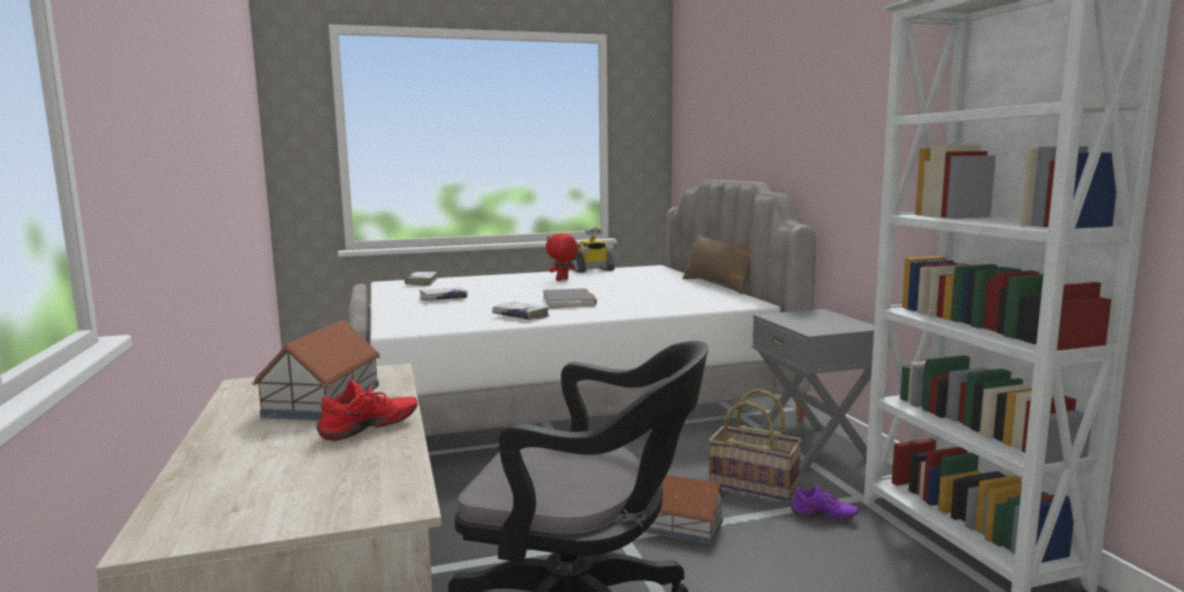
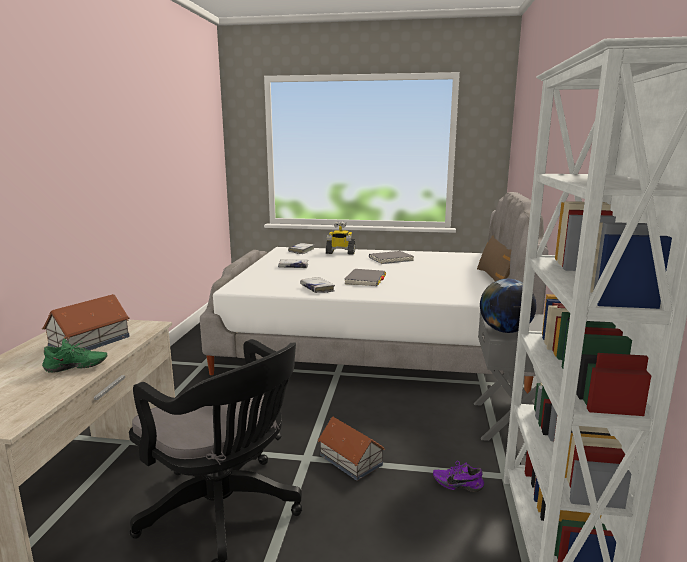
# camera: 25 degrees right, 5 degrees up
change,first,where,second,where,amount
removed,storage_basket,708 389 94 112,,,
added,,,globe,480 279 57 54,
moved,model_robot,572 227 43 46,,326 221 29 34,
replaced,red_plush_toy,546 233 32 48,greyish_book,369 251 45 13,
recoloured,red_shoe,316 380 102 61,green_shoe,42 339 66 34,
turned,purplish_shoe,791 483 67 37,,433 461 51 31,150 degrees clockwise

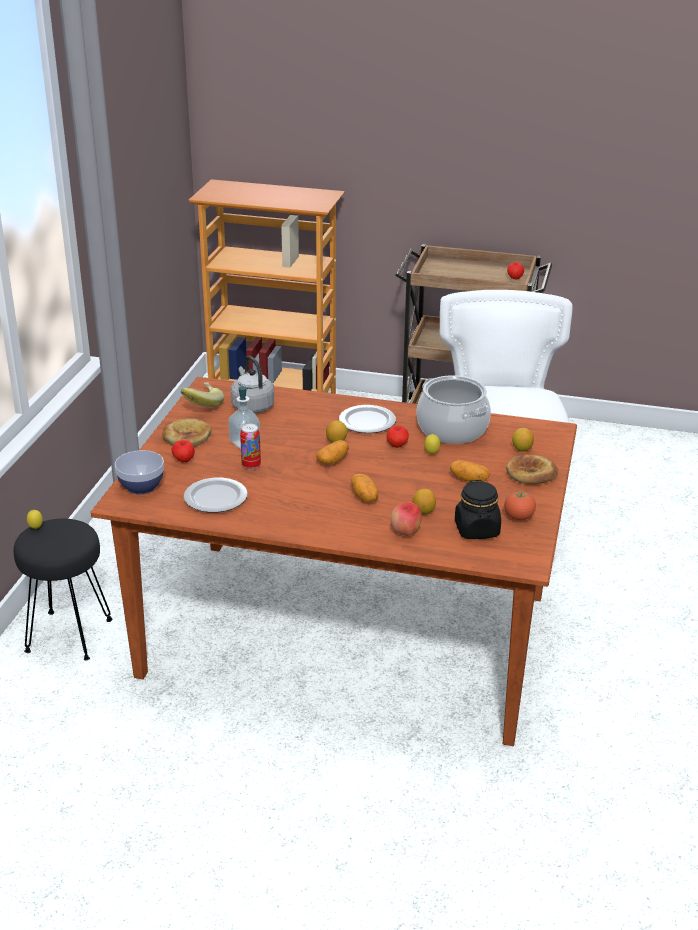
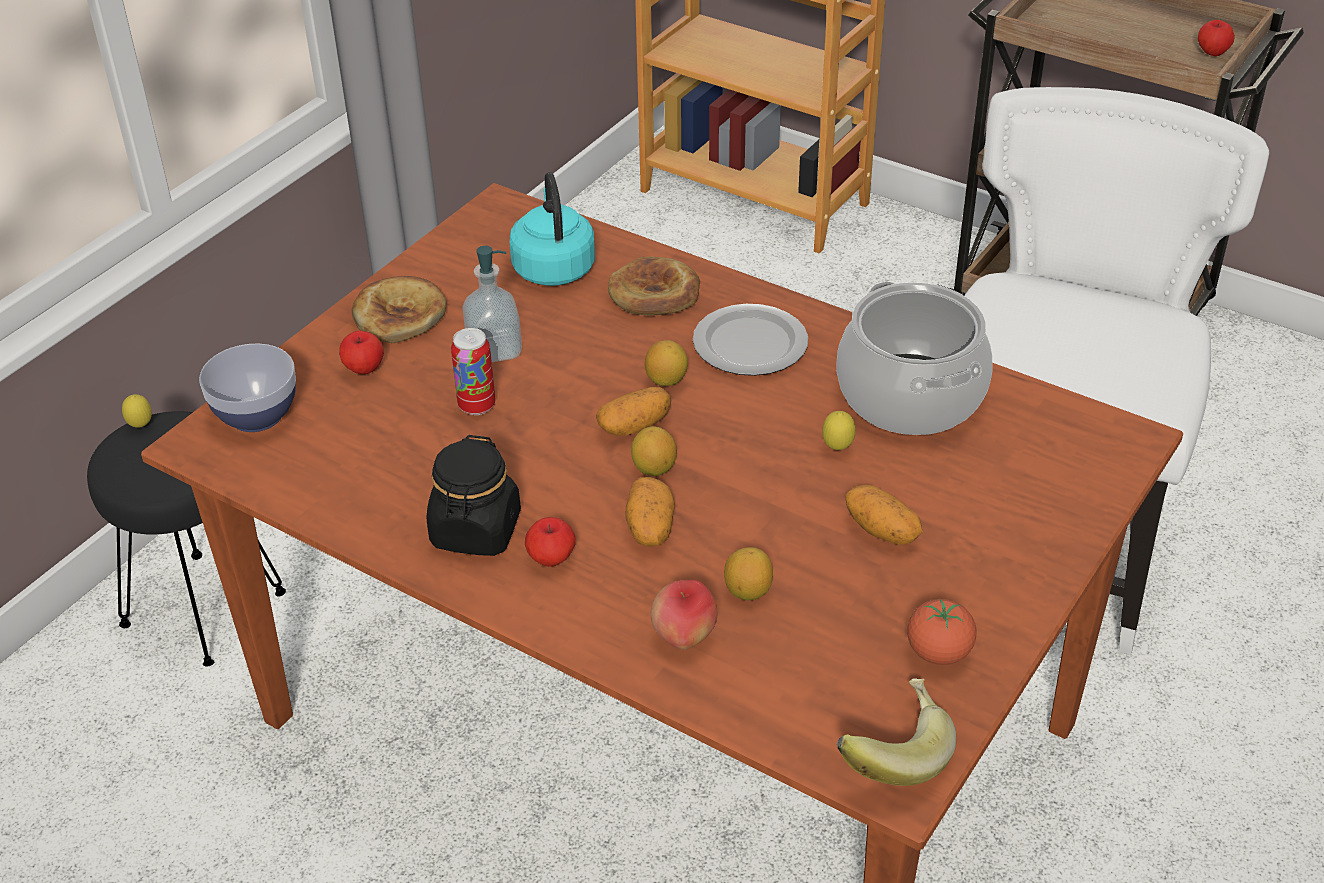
# camera: 20 degrees right, 10 degrees up
change,first,where,second,where,amount
removed,dinner_plate,184 478 64 35,,,
moved,banana,181 382 43 25,,837 678 119 108,
moved,whole_apple,387 425 22 23,,525 517 51 50,
moved,black-coloured_preserve_jar,455 480 46 59,,427 435 94 121,
moved,bread,506 455 52 30,,608 256 92 59,
moved,lemon,512 428 22 23,,631 426 46 50,
recoloured,greyish_kettle,231 356 43 57,turquoise_kettle,509 172 86 114,

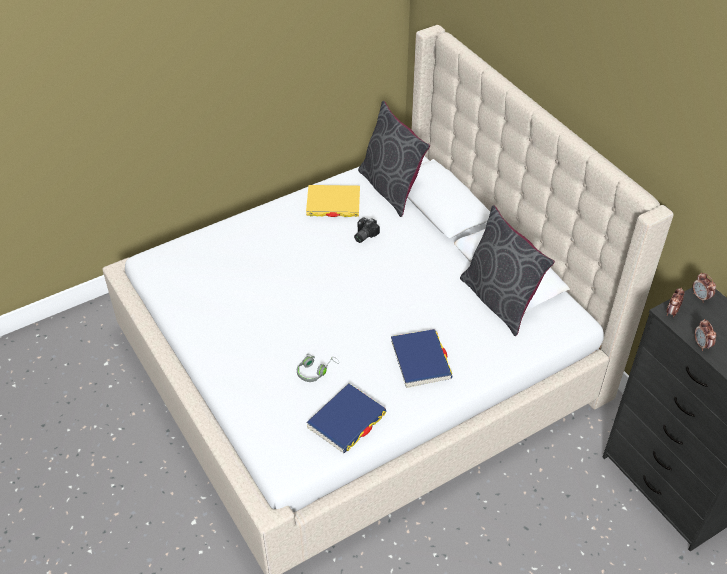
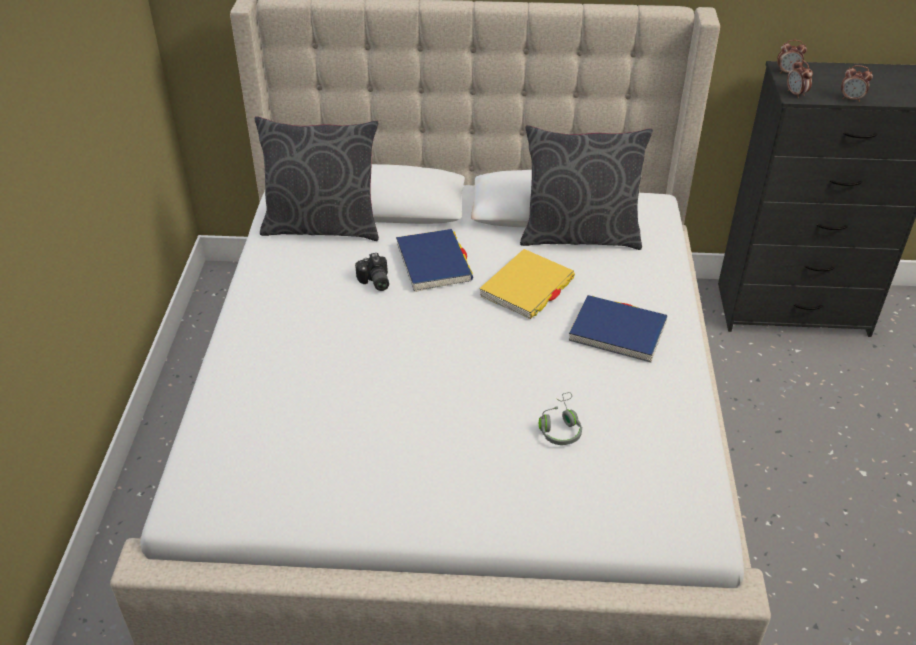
# camera: 55 degrees left, 5 degrees down
change,first,where,second,where,amount
moved,yellow-coloured_book,306 185 54 32,,479 249 96 70,
moved,blue_book,306 383 80 70,,396 229 77 63,

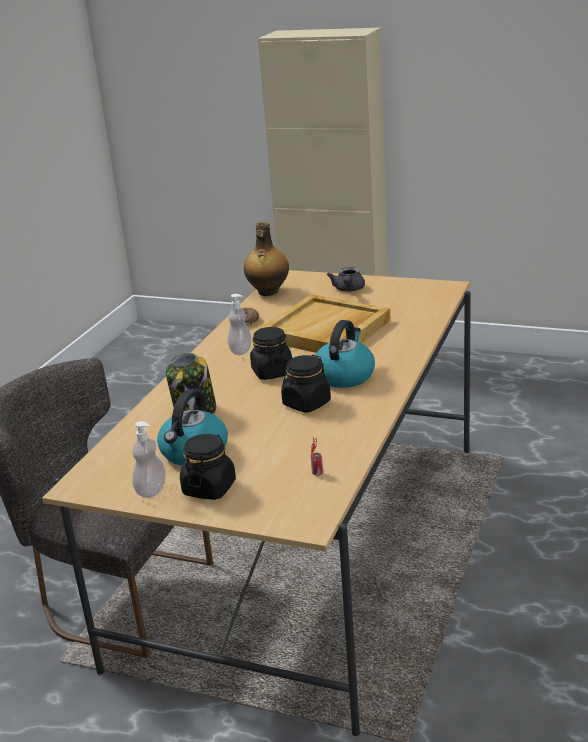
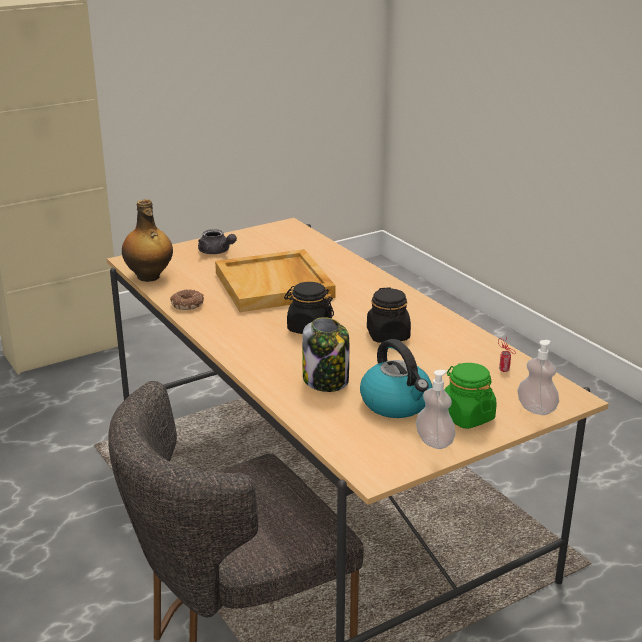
# camera: 55 degrees left, 0 degrees up
change,first,where,second,where,amount
removed,kettle,314 320 61 68,,,
moved,soap_bottle,228 294 24 61,,518 340 41 75,
recoloured,black-coloured_preserve_jar,180 434 56 66,green_preserve_jar,444 363 53 66,

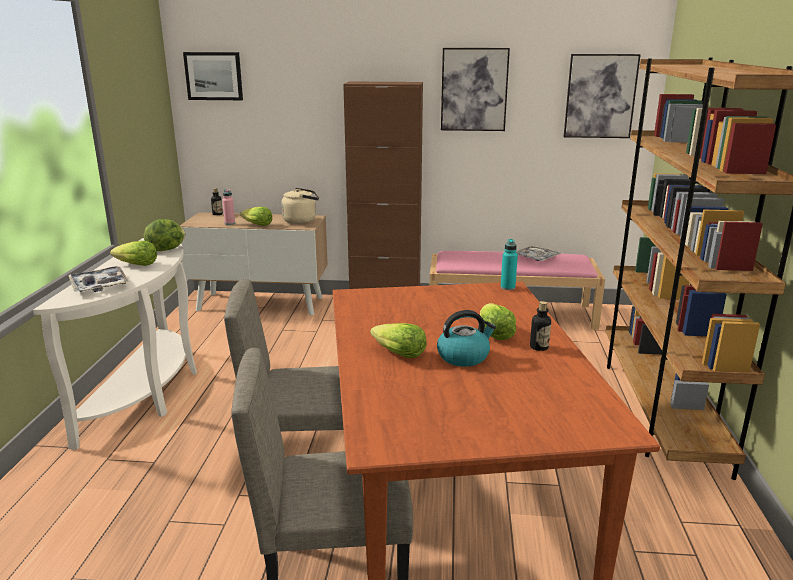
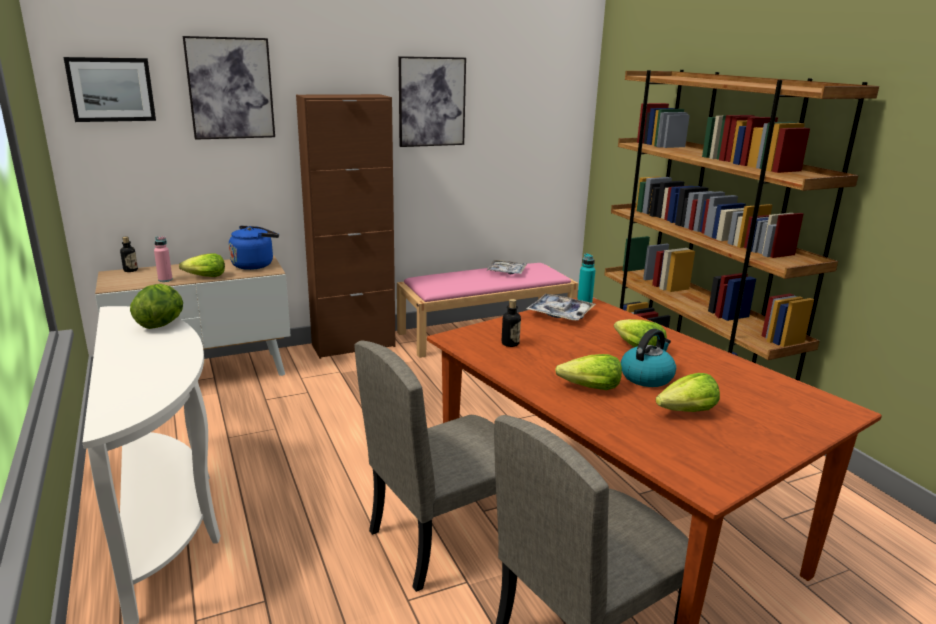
# camera: 30 degrees left, 0 degrees up
change,first,where,second,where,amount
moved,serving_tray,68 266 61 26,,526 294 70 27,
moved,head_of_lettuce,110 241 47 25,,656 373 64 39,
moved,beverage_bottle,530 301 21 50,,502 299 19 48,
moved,wall_picture,564 54 77 84,,183 36 92 104,
recoloured,beige-coloured_kettle,281 188 38 36,blue_kettle,229 226 50 44,

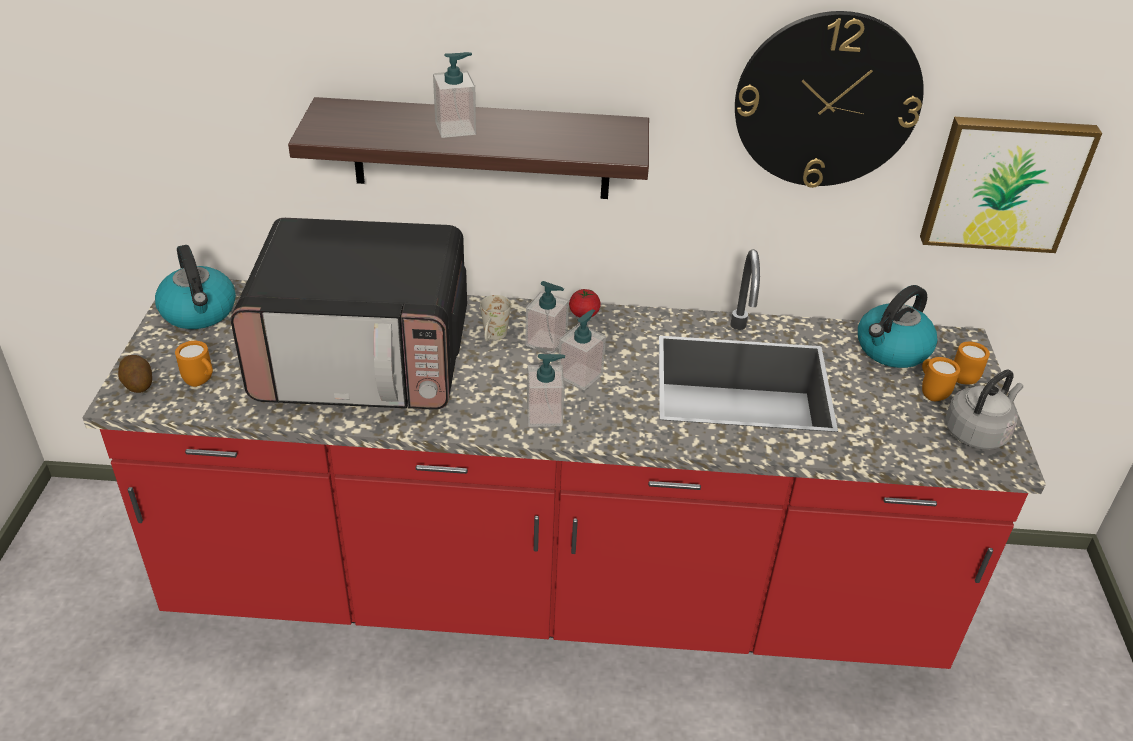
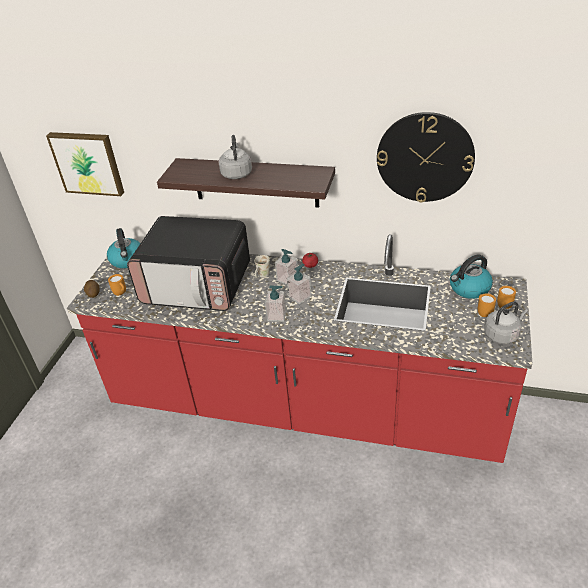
# camera: 15 degrees right, 0 degrees up
change,first,where,second,where,amount
moved,wall_picture,920 117 182 136,,46 132 78 64,
replaced,soap_bottle,433 52 43 86,greyish_kettle,219 135 33 44,

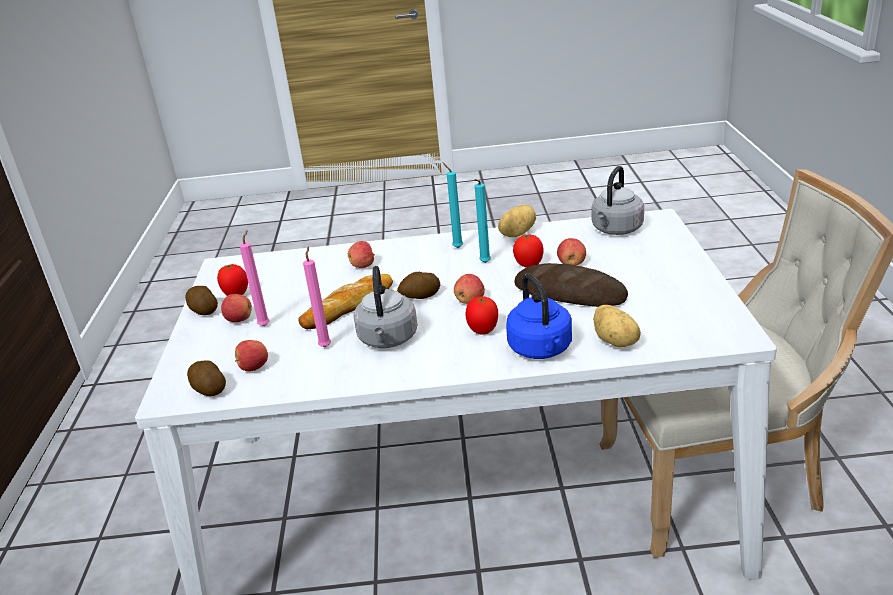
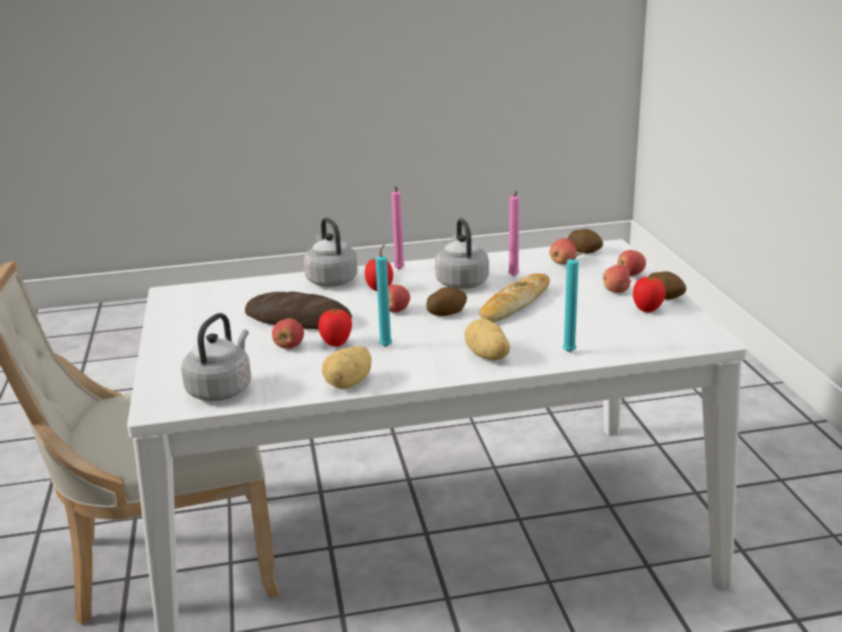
# camera: 170 degrees right, 5 degrees down
change,first,where,second,where,amount
moved,pink-coloured_wax_light,240 230 30 96,,391 187 14 83,
moved,whole_apple,348 241 27 27,,617 250 29 26,
moved,turquoise_wax_light,443 163 20 85,,563 252 21 100,
moved,spud,593 305 48 42,,465 319 45 42,
recoloured,blue_kettle,506 273 66 86,greyish_kettle,304 217 54 70,

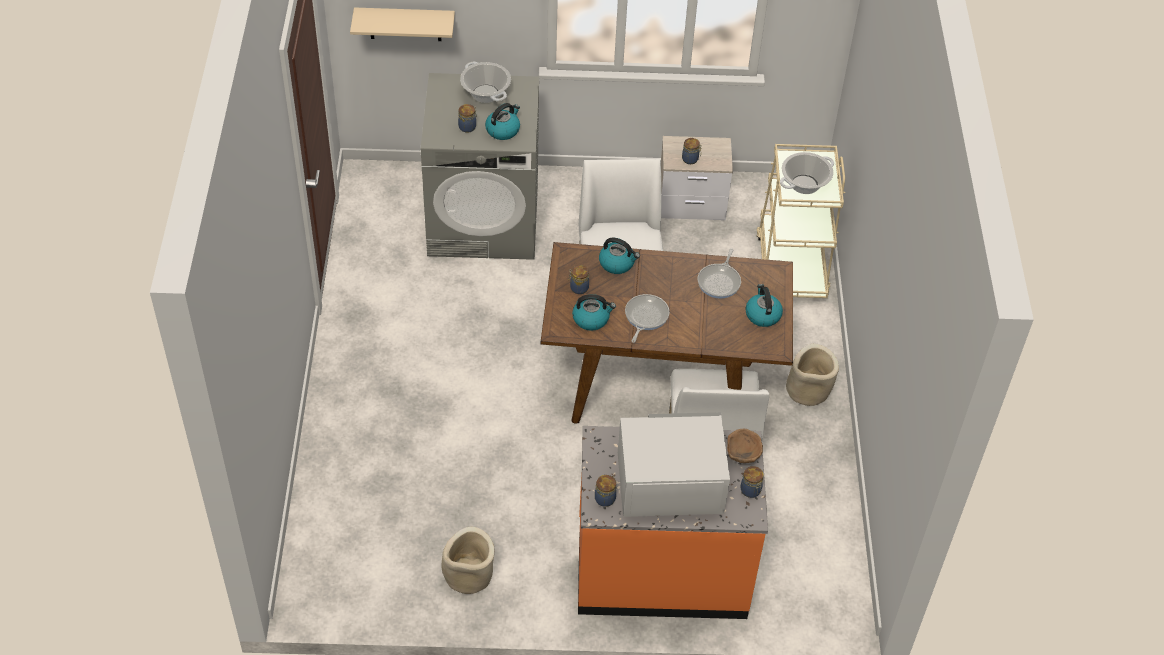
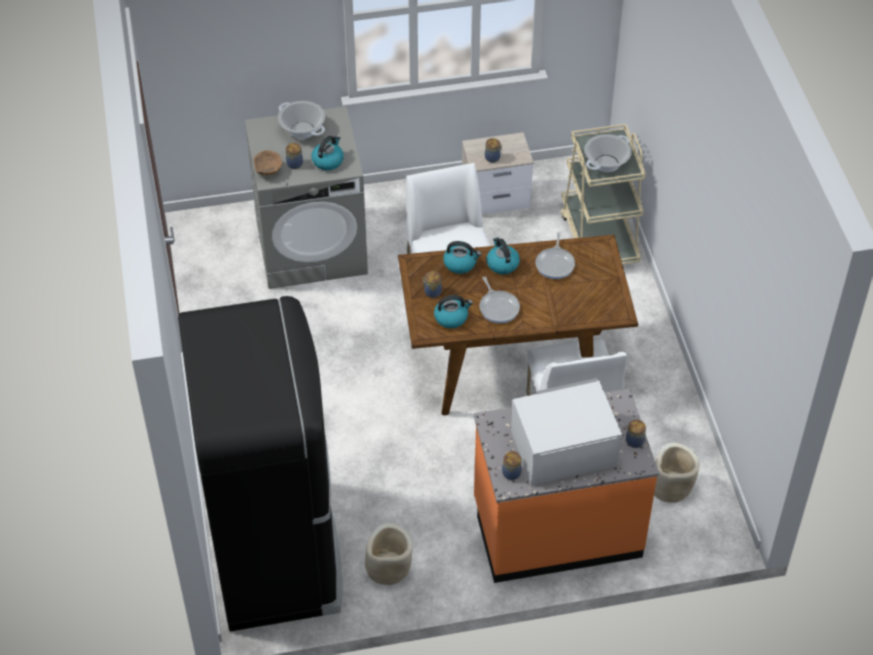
# camera: 10 degrees left, 0 degrees up
change,first,where,second,where,amount
removed,beige-coloured_wall_shelf,350 7 105 34,,,
added,,,black-coloured_fridge,178 296 165 335,
moved,brown_deep_dish,727 429 36 34,,254 150 28 26,
moved,kettle,746 284 37 43,,487 237 33 37,
moved,beige-coloured_flower_pot,786 344 53 62,,654 443 46 60,
turned,skillet,625 294 44 49,,479 276 41 47,150 degrees clockwise

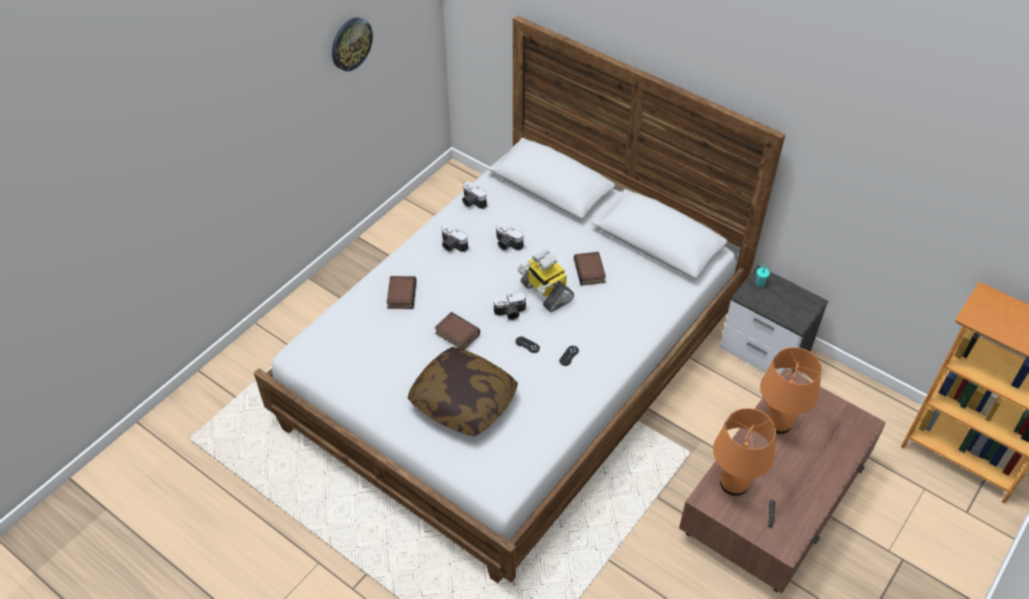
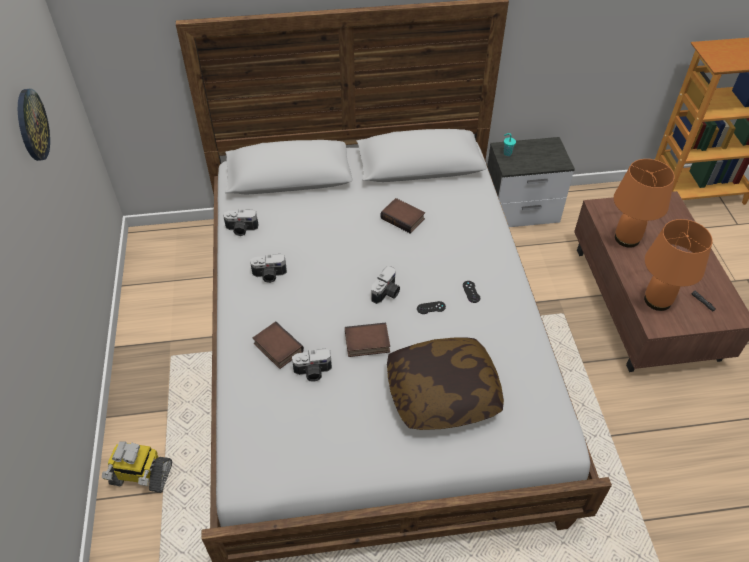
# camera: 45 degrees left, 0 degrees up
change,first,where,second,where,amount
moved,still_camera,496 224 28 27,,292 348 40 34,
moved,model_robot,518 249 56 63,,102 442 70 51,

